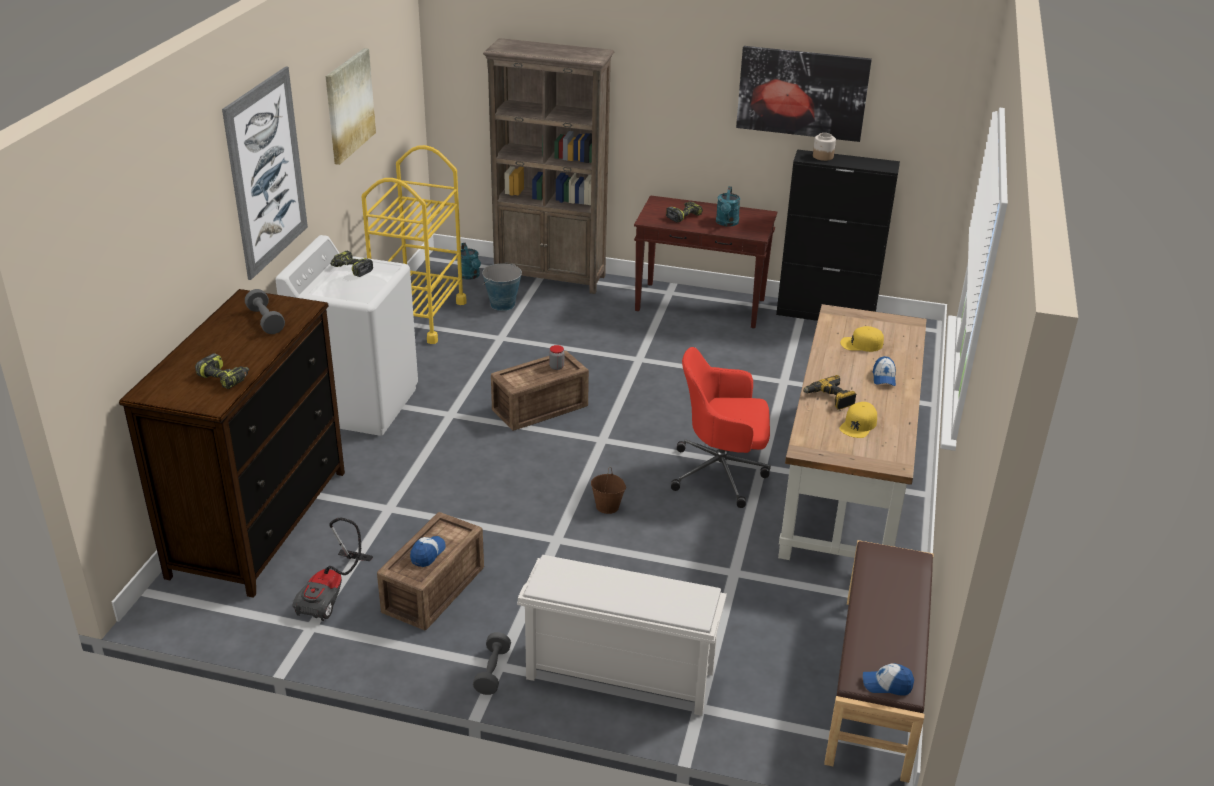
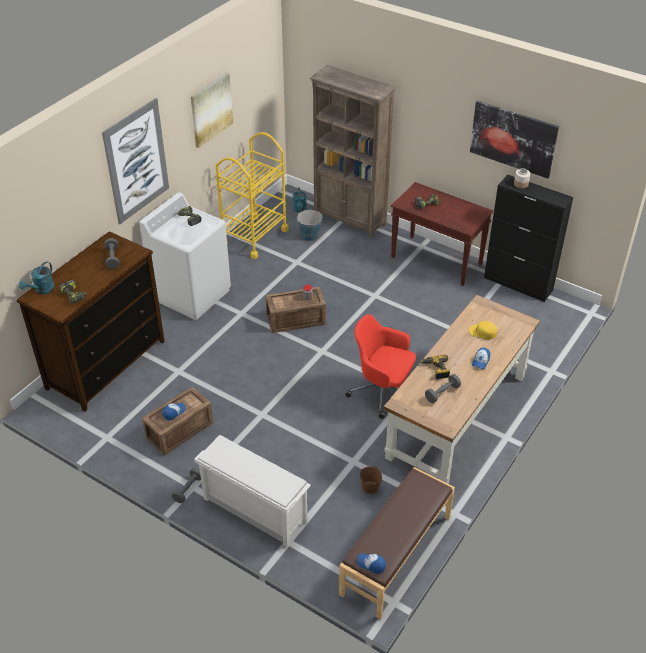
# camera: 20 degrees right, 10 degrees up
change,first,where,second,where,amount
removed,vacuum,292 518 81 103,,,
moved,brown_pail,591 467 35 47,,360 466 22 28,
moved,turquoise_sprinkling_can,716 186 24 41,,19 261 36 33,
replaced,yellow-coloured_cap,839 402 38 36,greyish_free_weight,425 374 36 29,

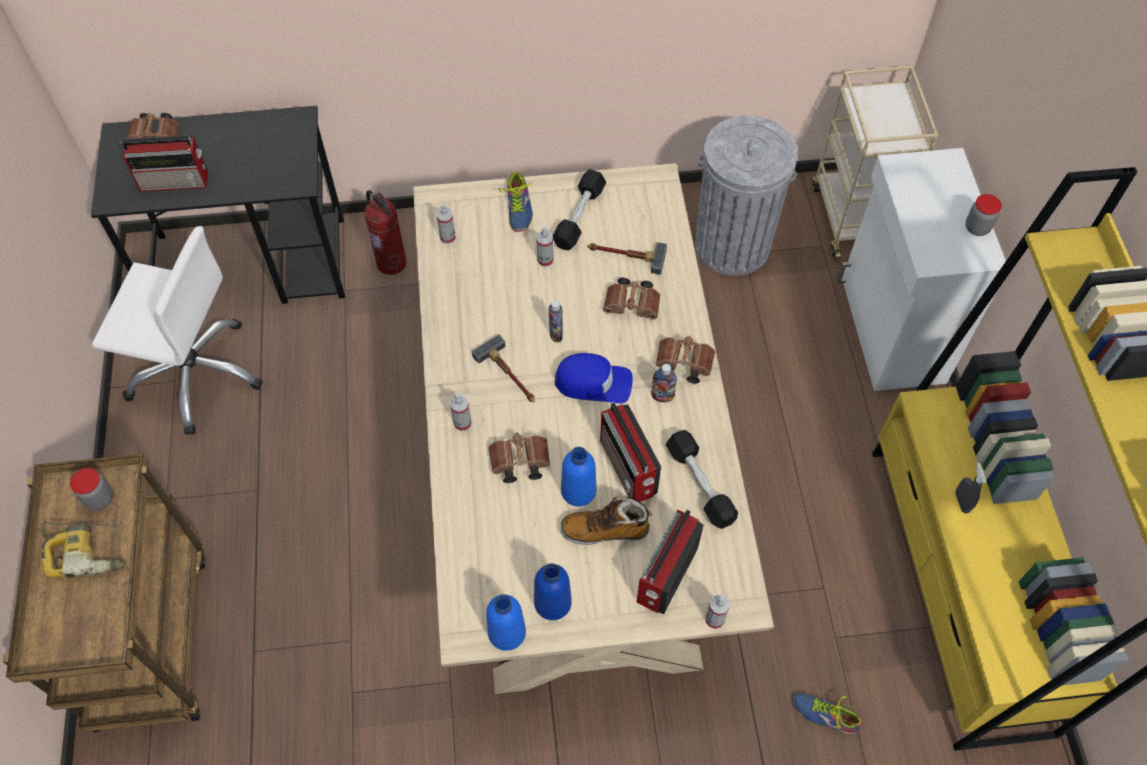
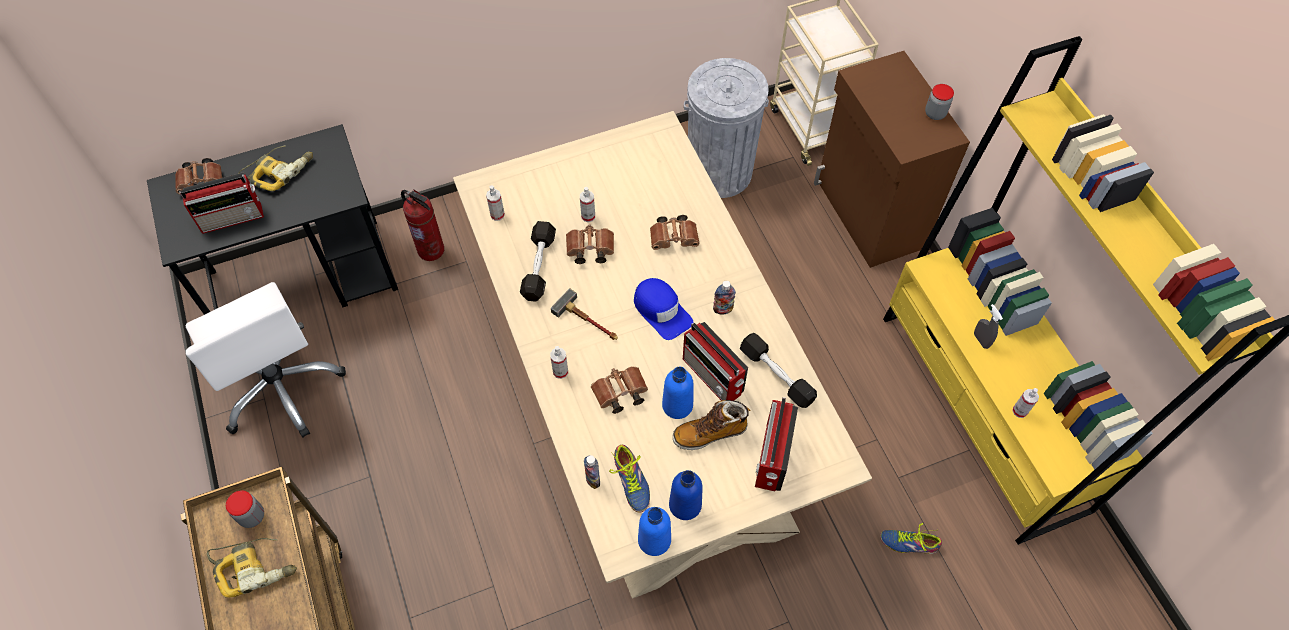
# camera: 15 degrees left, 0 degrees up
change,first,where,second,where,amount
removed,tool_hammer,588 242 79 33,,,
added,,,power_drill,238 145 75 46,
moved,shoe,499 172 34 60,,609 445 41 68,
moved,beverage_bottle,549 300 14 43,,584 455 16 34,
moved,black-coloured_free_weight,553 169 53 81,,520 221 36 81,
moved,brown_binoculars,656 336 59 48,,566 225 48 39,
moved,spray_bottle,706 595 23 34,,1012 388 27 30,
recoloured,whitish_cabinet,836 148 170 243,brown_cabinet,814 51 156 217,
turned,whitish_desk_chair,92 226 171 209,,185 282 161 156,60 degrees clockwise
turned,blue_cap,555 353 78 51,,634 278 59 62,60 degrees clockwise

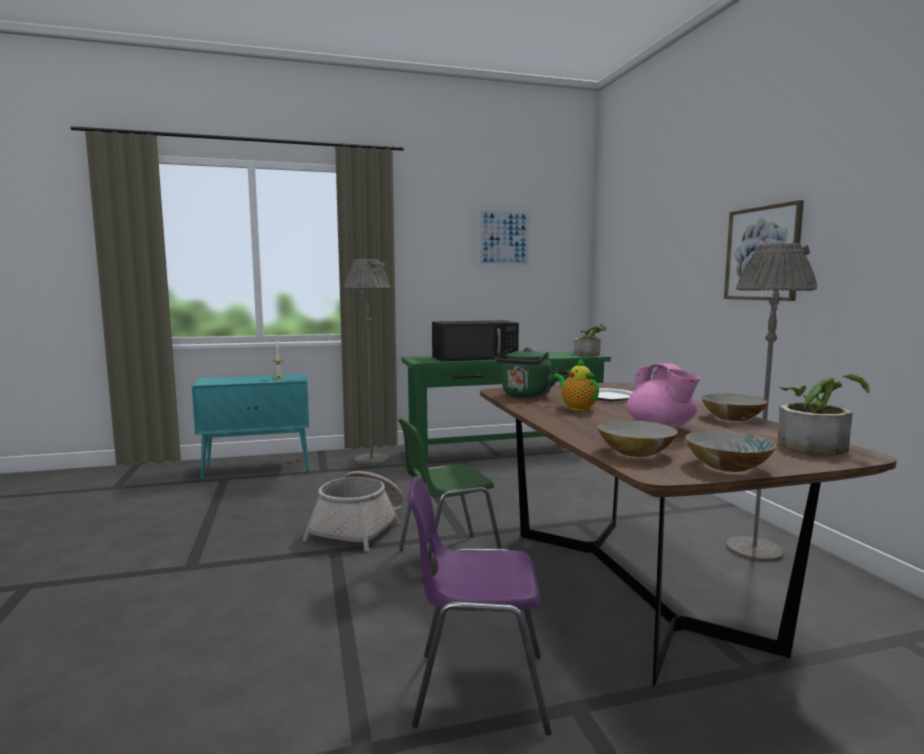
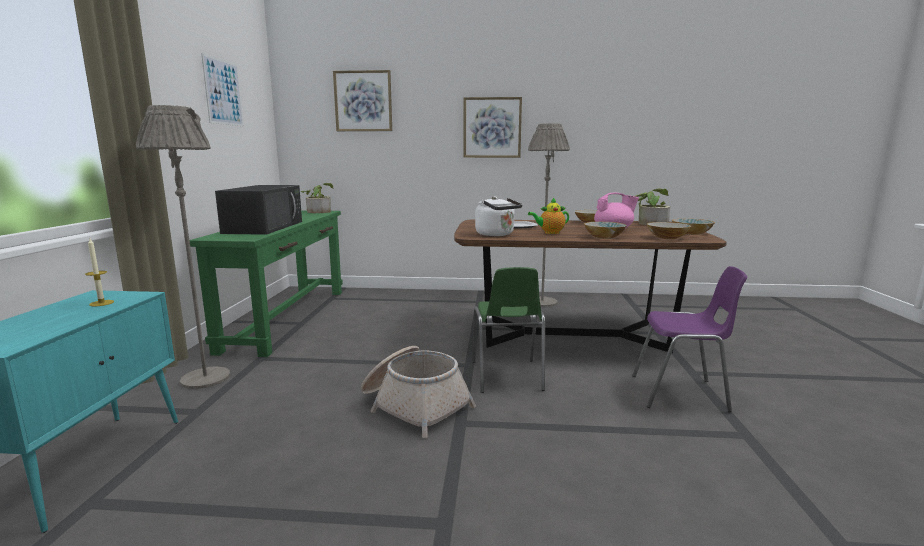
# camera: 70 degrees left, 5 degrees up
change,first,where,second,where,amount
added,,,wall_picture,333 70 59 61,
added,,,deep_dish,584 222 43 17,
recoloured,green_kettle,495 347 66 51,whitish_kettle,475 196 47 40,
turned,purplish_plain_chair,407 476 145 259,,632 266 115 146,105 degrees counterclockwise

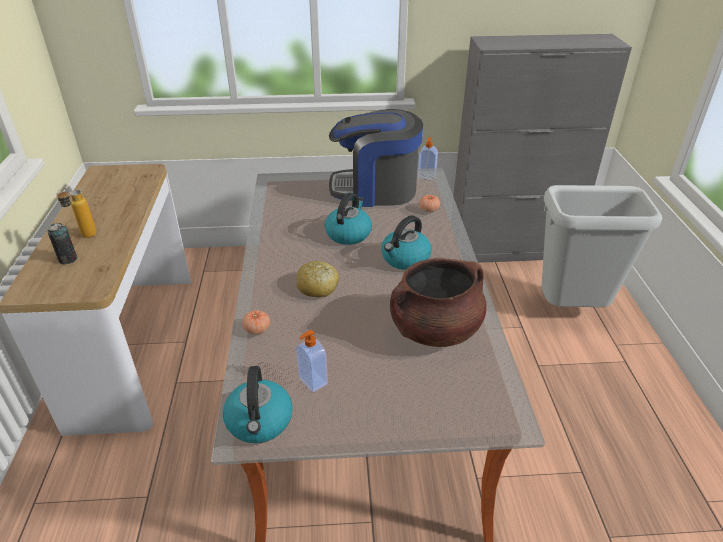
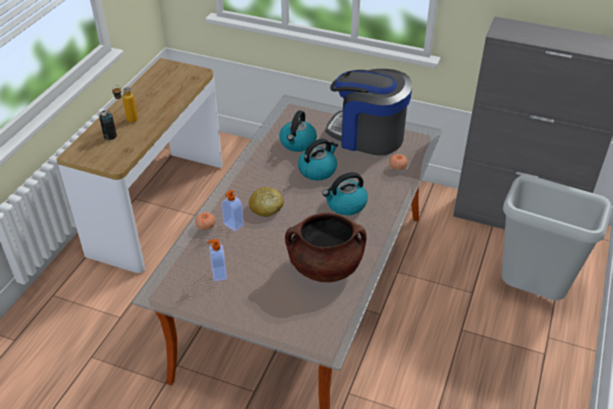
# camera: 25 degrees right, 5 degrees up
change,first,where,second,where,amount
moved,kettle,223 366 70 77,,279 110 38 42,
moved,soap_bottle,418 137 20 43,,221 190 23 41,

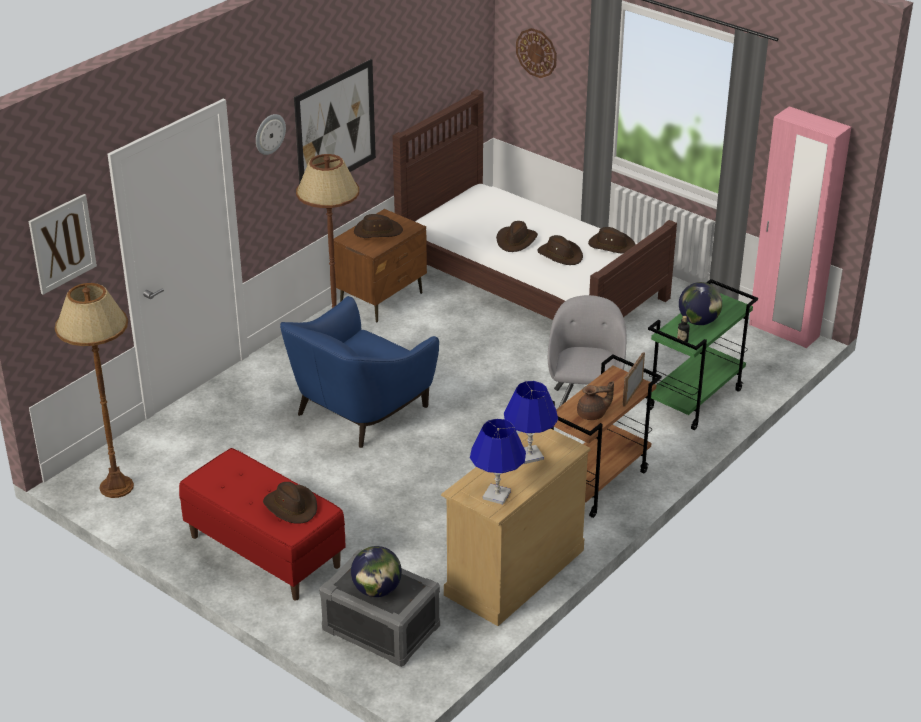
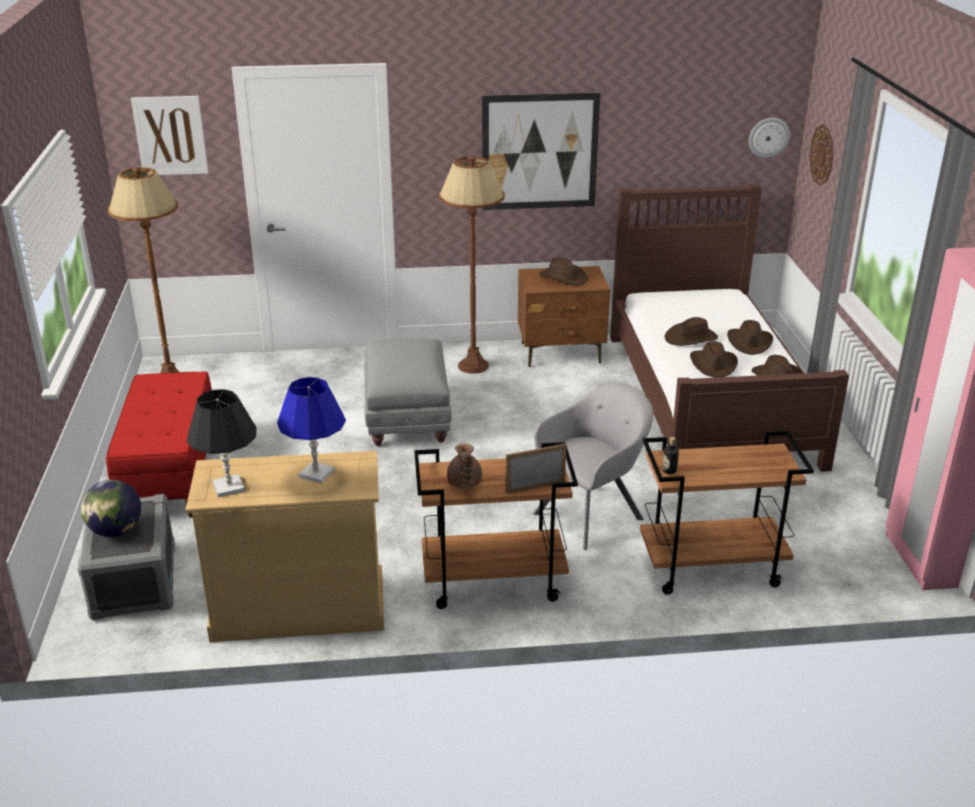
# camera: 45 degrees right, 5 degrees down
change,first,where,second,where,amount
removed,globe,679 282 43 43,,,
moved,clock_on_the_wall,256 114 30 41,,749 118 41 40,
moved,brown_hat,263 482 54 42,,727 320 46 35,
replaced,blue_lounge_chair,280 296 159 152,greyish_ottoman,364 339 87 107,
recoloured,blue_lamp_for_a_table,470 419 56 85,black-coloured_lamp_for_a_table,187 389 70 108,
recoloured,green_cart,646 279 112 151,brown_cart,640 430 174 165,
turned,brown_teapot,577 381 37 39,,447 444 35 45,45 degrees clockwise

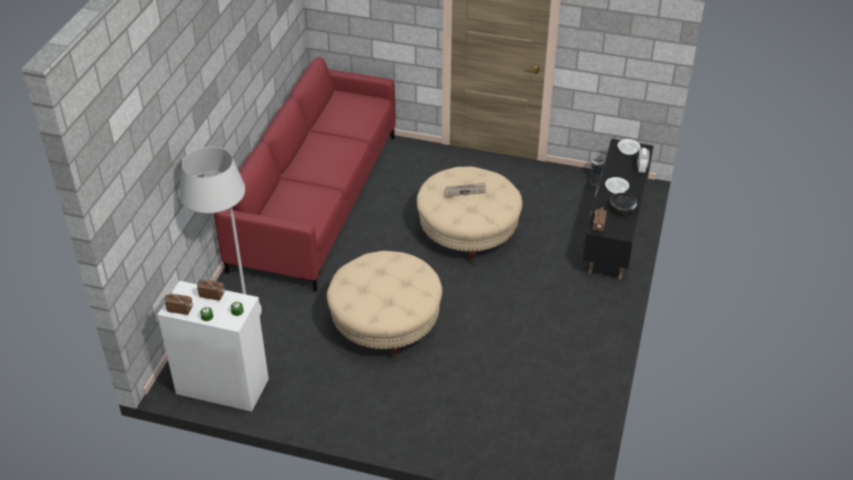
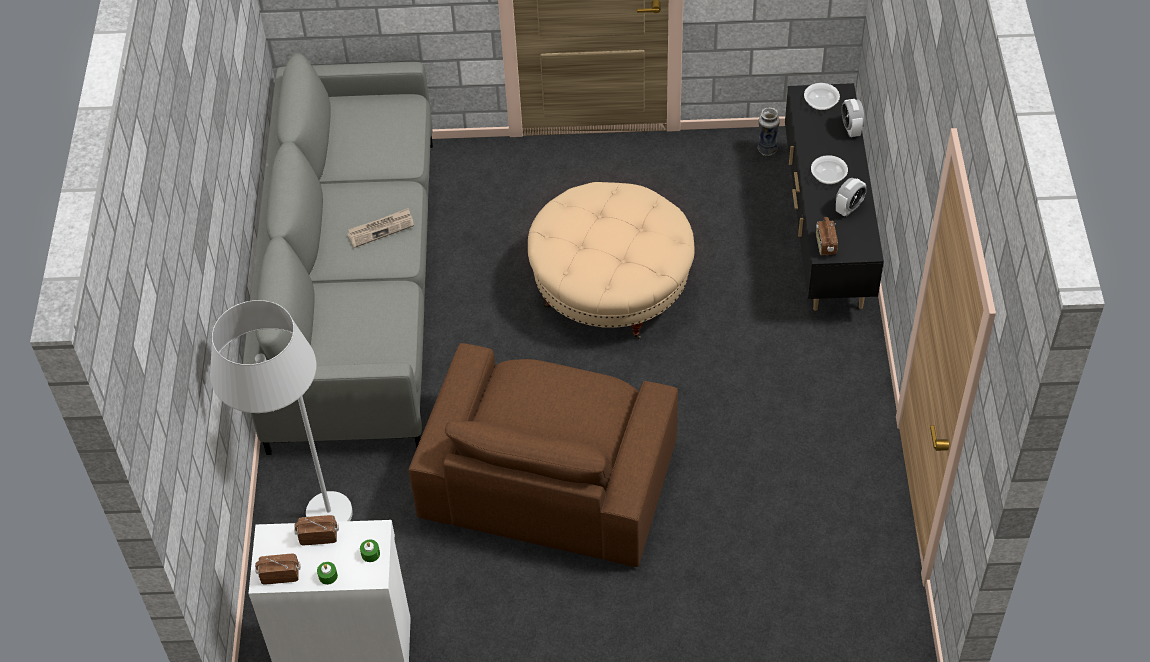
# camera: 15 degrees left, 10 degrees up
change,first,where,second,where,amount
moved,printed_paper,444 182 42 15,,347 208 67 40,
replaced,beige-coloured_ottoman,327 251 115 110,brown_lounge_chair,409 343 269 224,
replaced,black-coloured_deep_dish,610 193 27 22,table_clock,836 178 31 38,
recoloured,red_couch,214 57 182 235,greyish_couch,243 54 190 401,

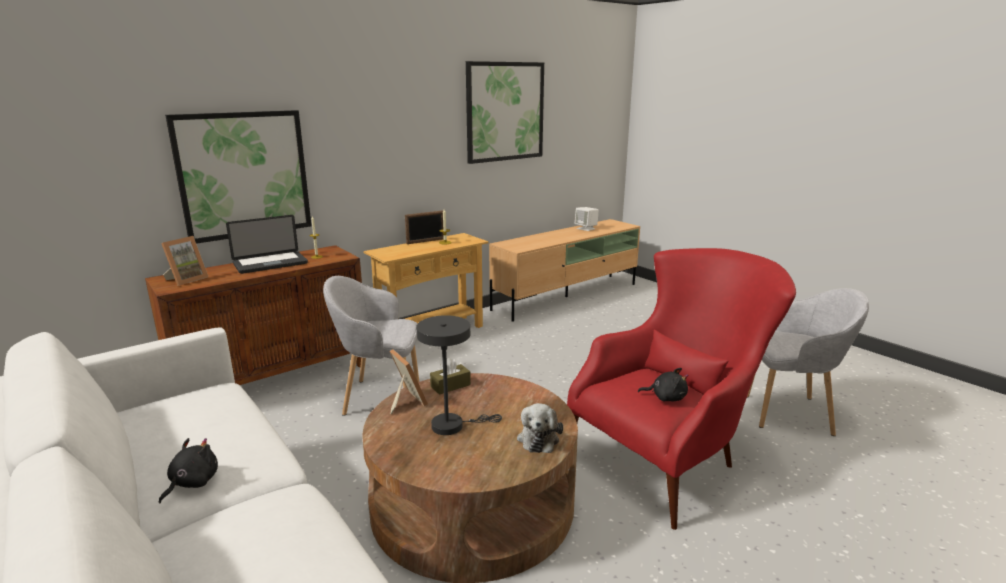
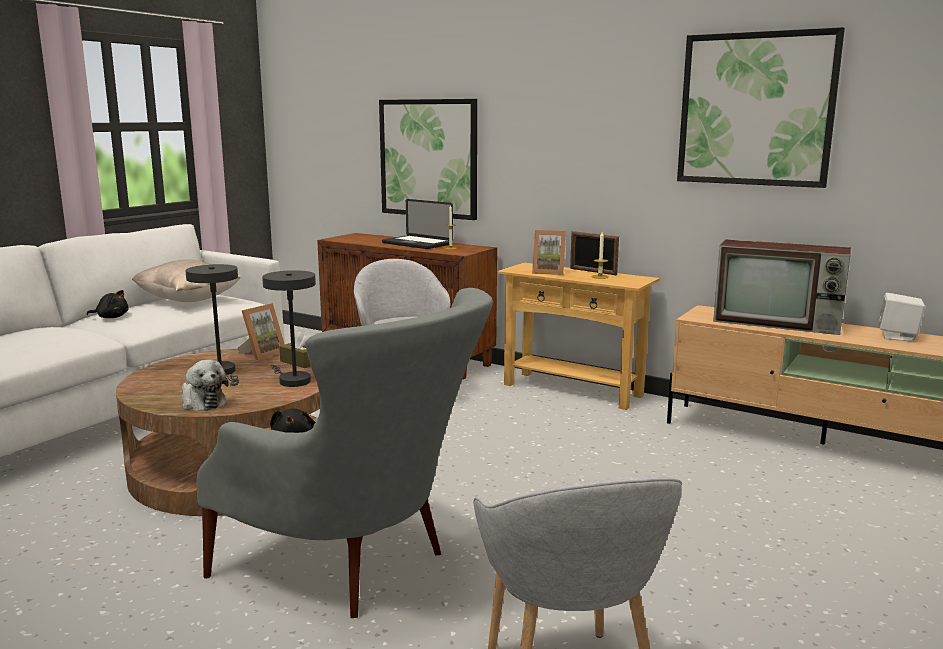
# camera: 70 degrees right, 5 degrees down
change,first,where,second,where,amount
added,,,beige-coloured_cushion,132 259 109 43,
added,,,greyish_lamp_for_a_table,262 270 54 117,
added,,,television,713 240 138 95,
moved,picture_frame,161 236 47 50,,532 230 34 45,
recoloured,red_lounge_chair,567 248 229 282,greyish_lounge_chair,197 288 296 330,
turned,plush_toy,517 403 46 50,,182 360 47 51,120 degrees counterclockwise

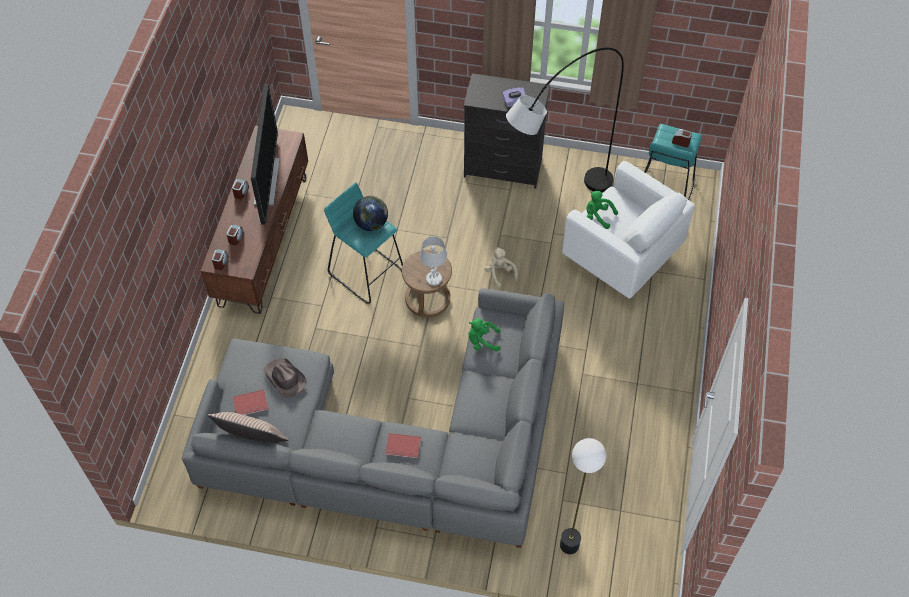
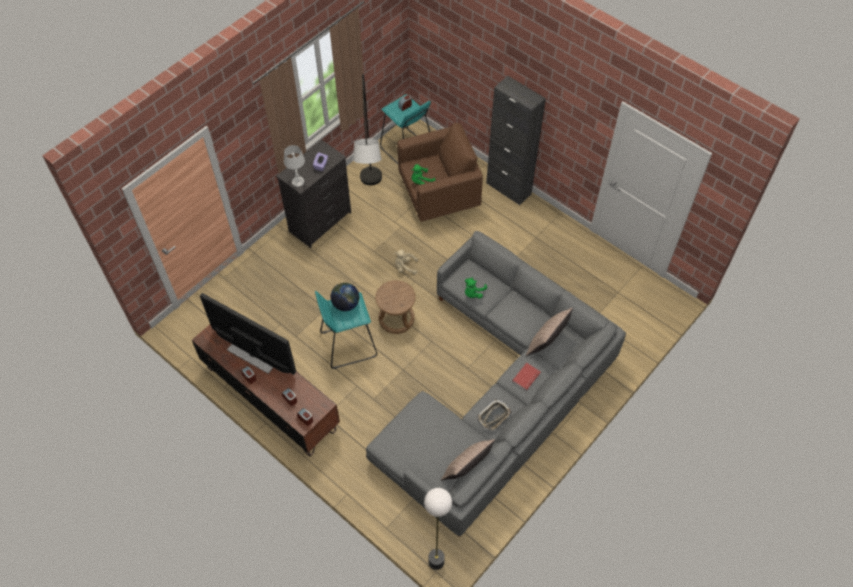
# camera: 60 degrees left, 0 degrees up
change,first,where,second,where,amount
removed,red_book,233 389 35 26,,,
removed,brown_hat,263 358 43 40,,,
added,,,serving_tray,477 399 35 32,
added,,,black-coloured_cabinet,486 76 60 130,
added,,,cushion,526 308 47 48,
moved,whitish_lamp_for_a_table,420 236 27 50,,284 145 21 42,
moved,standing_lamp,560 438 46 116,,424 488 28 82,
recoloured,whitish_lounge_chair,562 161 133 137,brown_lounge_chair,397 123 86 99,

